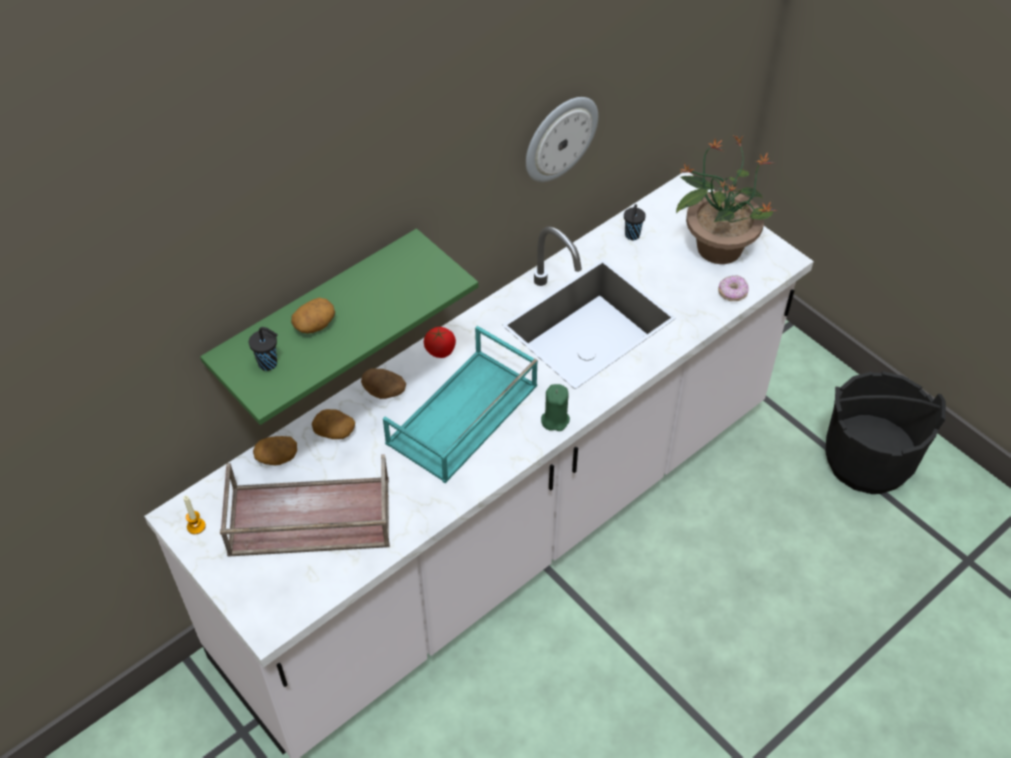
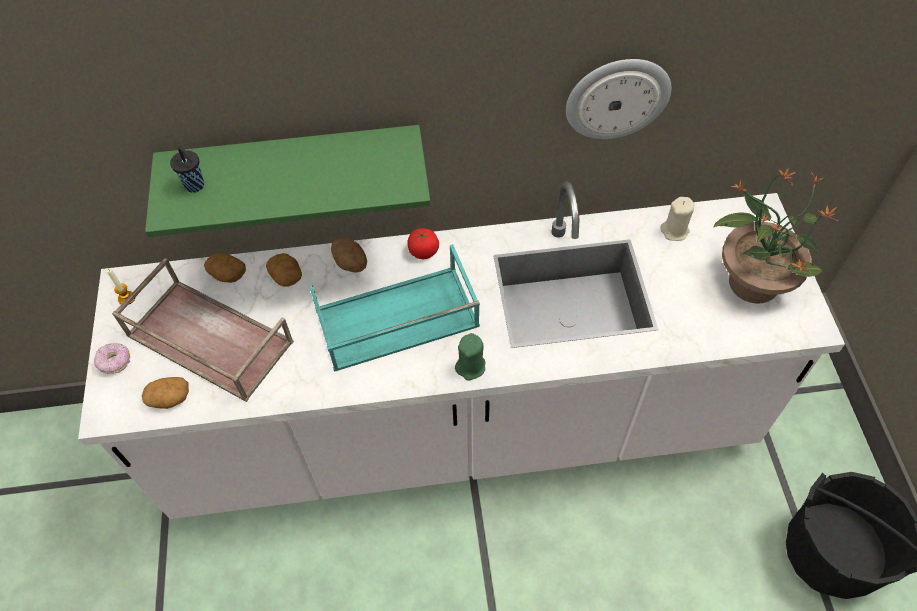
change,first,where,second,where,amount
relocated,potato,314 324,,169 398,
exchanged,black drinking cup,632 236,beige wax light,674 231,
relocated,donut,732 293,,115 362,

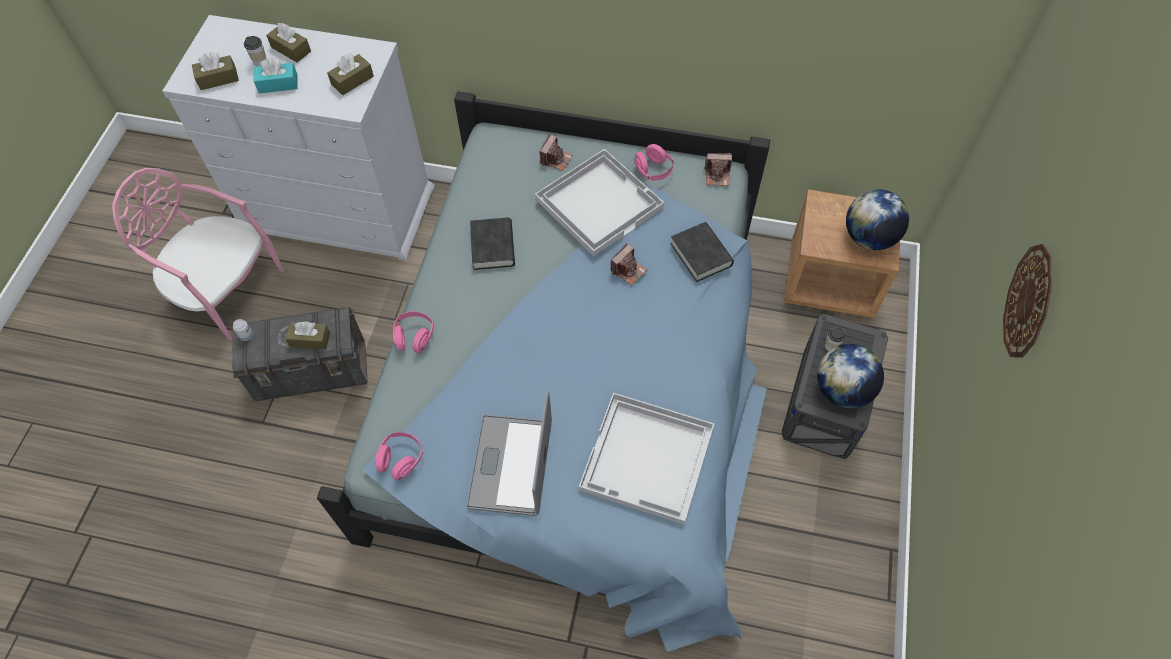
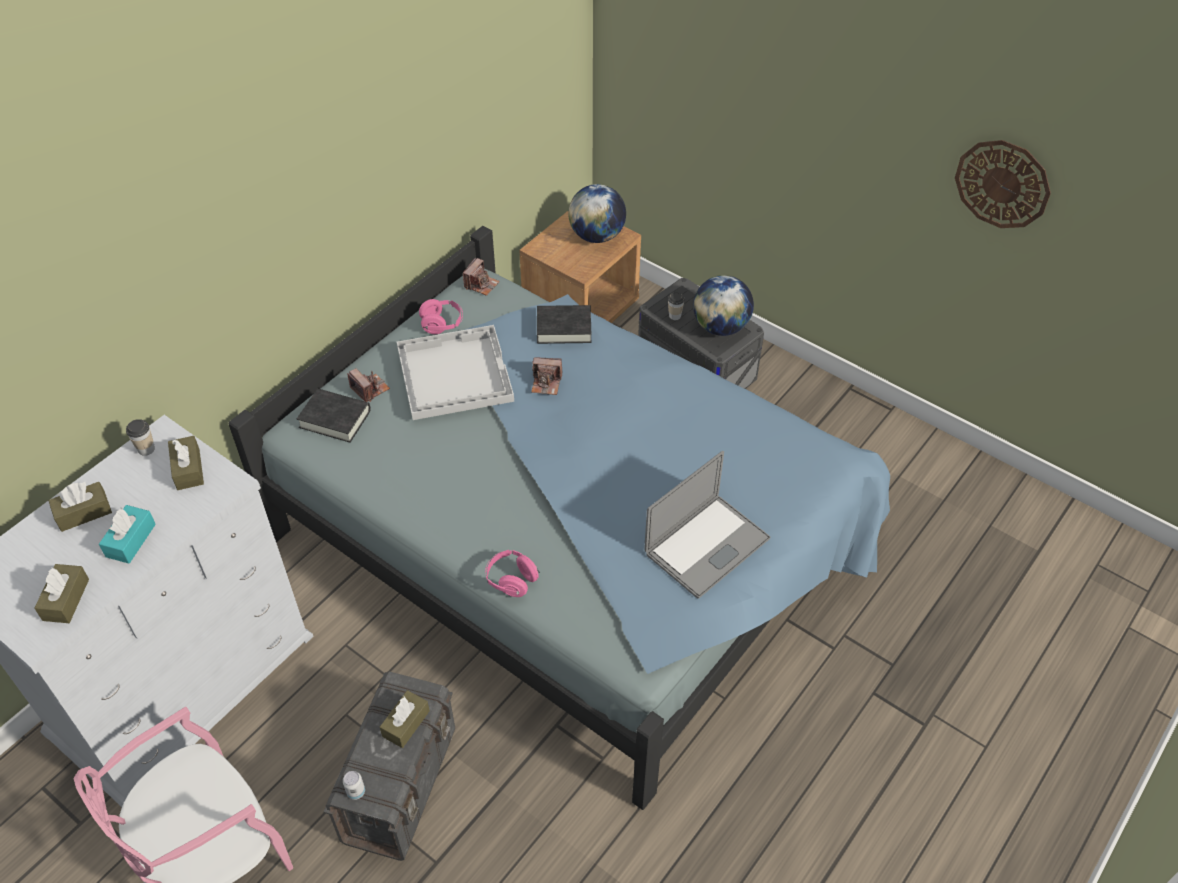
change,first,where,second,where,amount
relocated,drinking cup,260 62,,146 449,
missing,pinkish headset,401 459,,,
spun,portable computer,511 464,,707 546,75 degrees counterclockwise
relocated,black book,493 247,,335 419,
missing,white carrying tray,648 459,,,
spun,photo camera,628 270,,546 383,120 degrees clockwise
relocated,clock on the wall,1029 302,,1002 184,

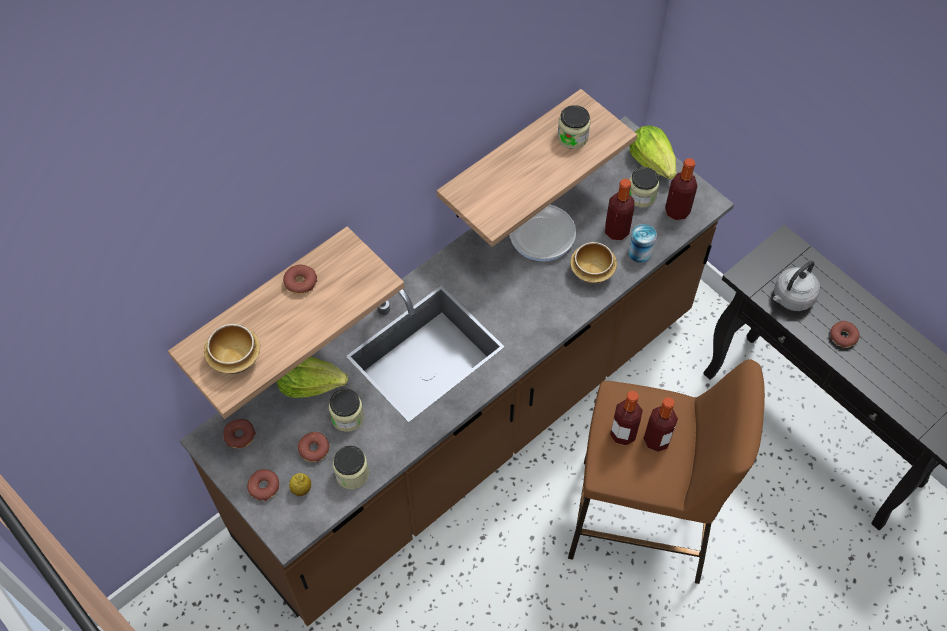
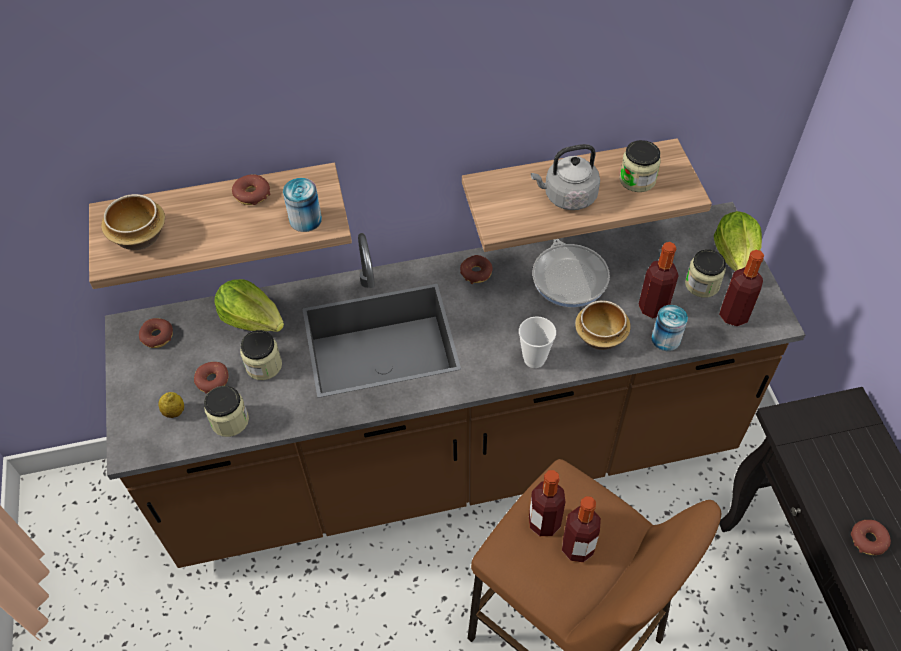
change,first,where,second,where,amount
relocated,donut,264 487,,476 273,
relocated,grey tea kettle,791 298,,567 197,
appeared,,,metal can,305 220,
appeared,,,drinking cup,534 359,

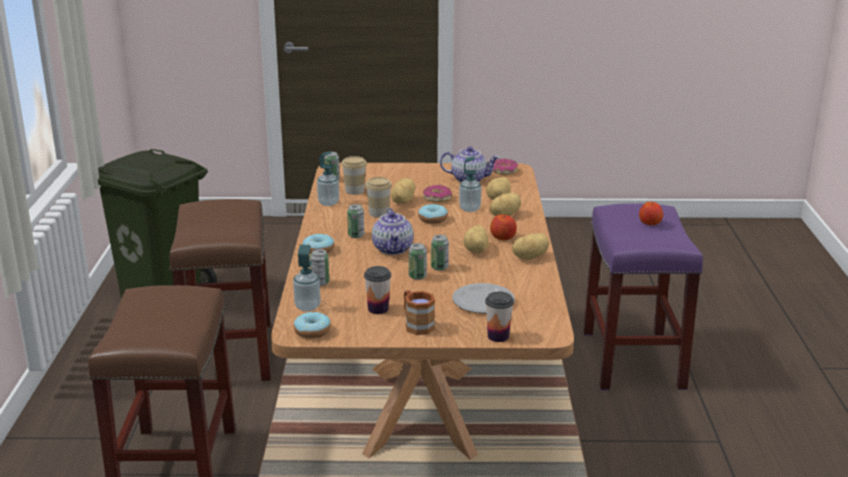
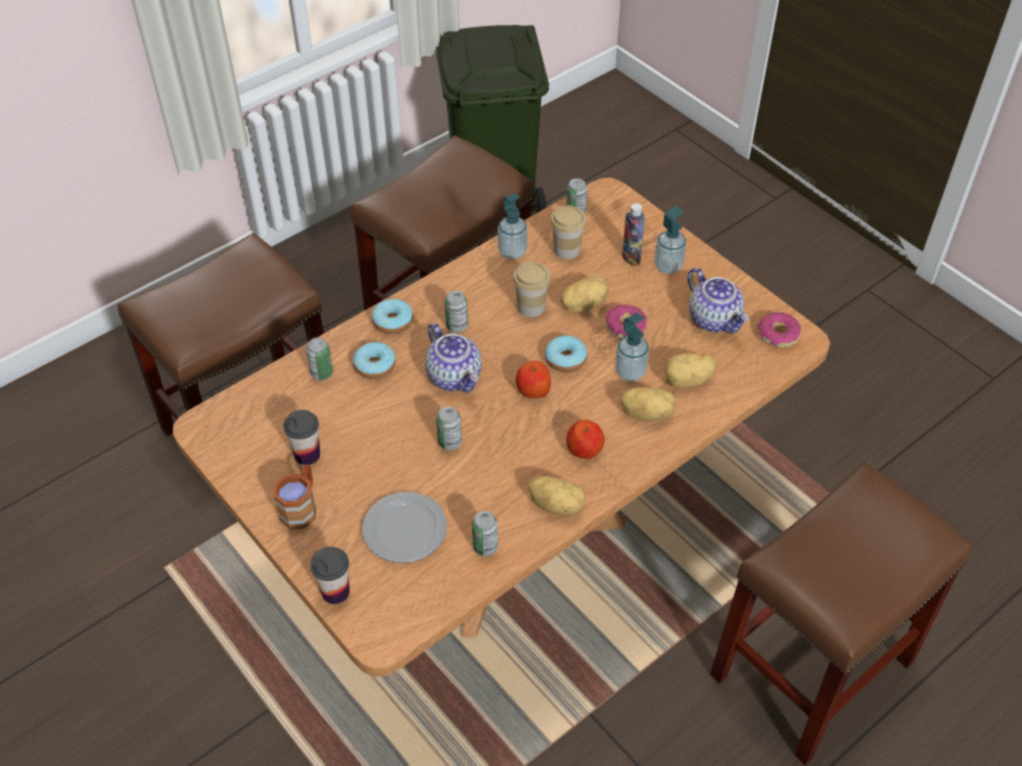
change,first,where,second,where,amount
relocated,liquid soap bottle,307 307,,668 266,
relocated,donut,312 331,,375 366,
spun,teapot,393 249,,455 376,75 degrees counterclockwise
relocated,metal can,417 276,,485 546,
missing,potato,477 250,,,
colour,purple-coloured stool seat,633 360,brownish stool seat,811 670,
relocated,apple,650 223,,533 389,
appeared,,,bottle,631 257,

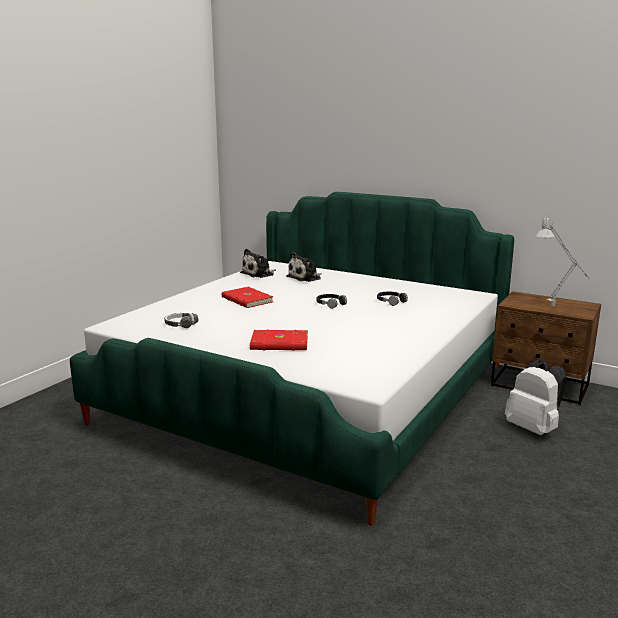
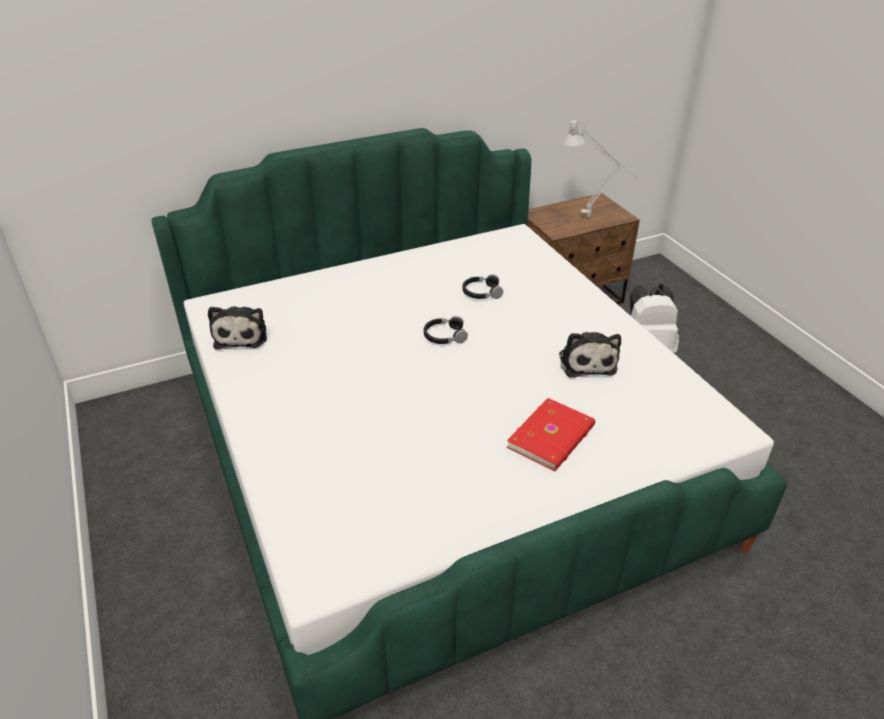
change,first,where,second,where,amount
missing,headset,180 325,,,
missing,red-coloured book,246 300,,,
relocated,soft toy,305 278,,586 361,

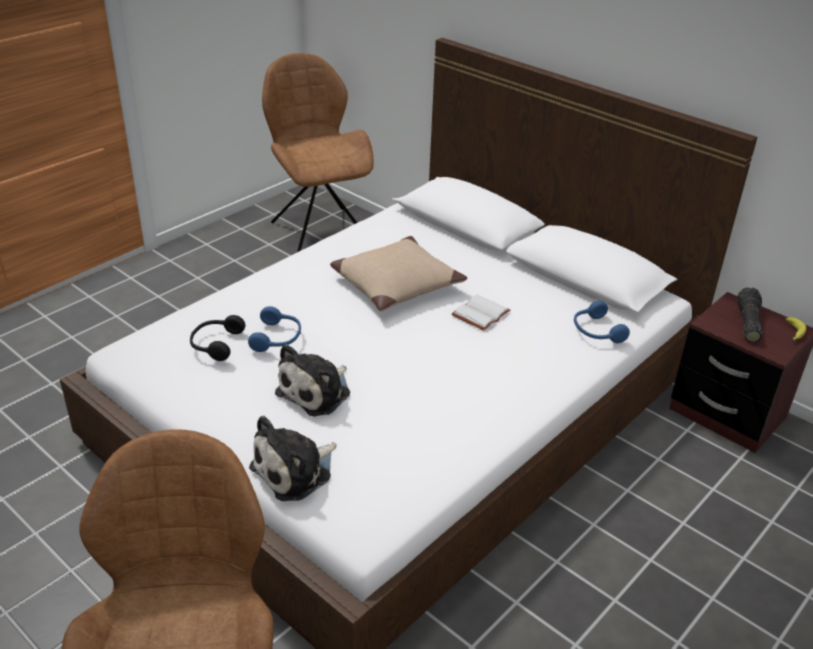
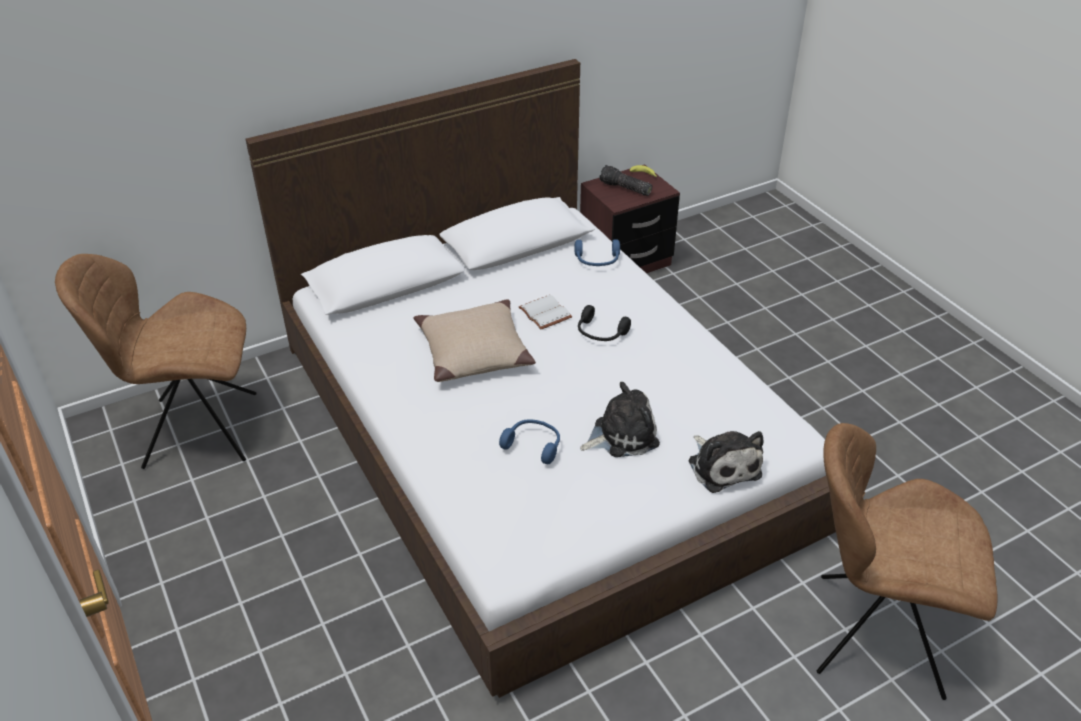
change,first,where,second,where,amount
relocated,black headset,215 344,,600 333,
spun,soft toy,317 392,,621 435,75 degrees counterclockwise

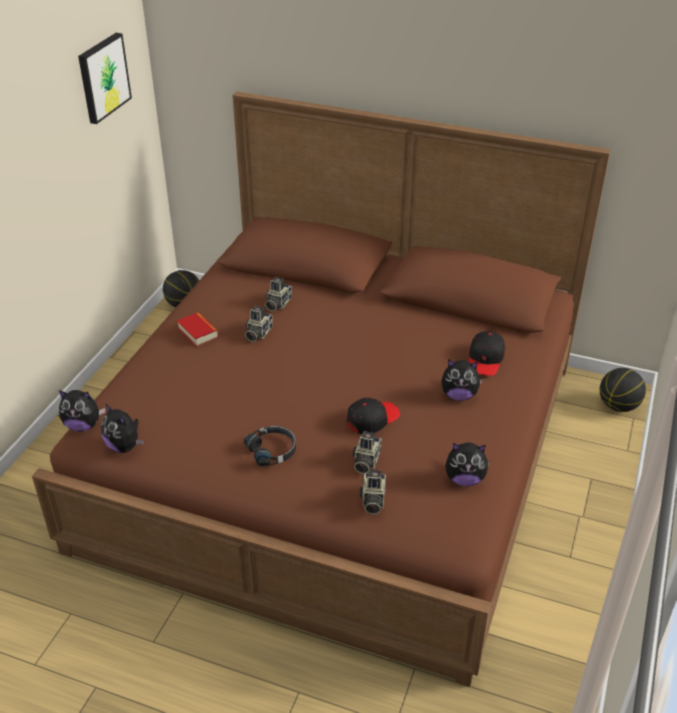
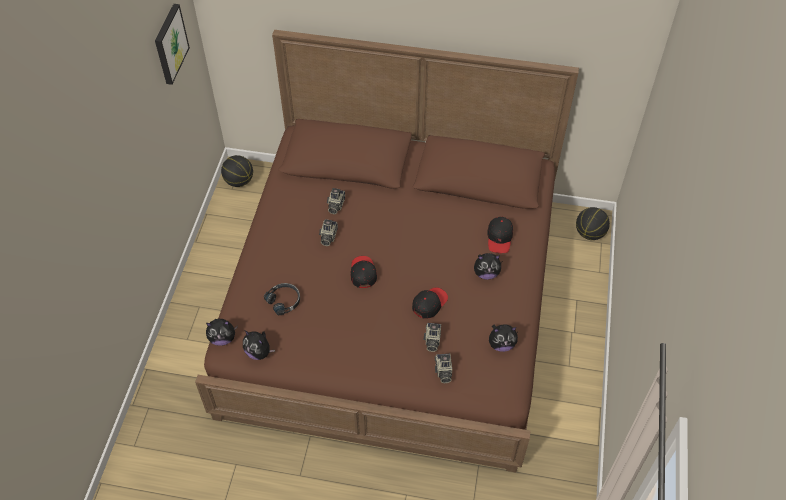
change,first,where,second,where,amount
missing,book,198 333,,,
relocated,black headset,272 450,,284 300,
appeared,,,black cap,363 273,

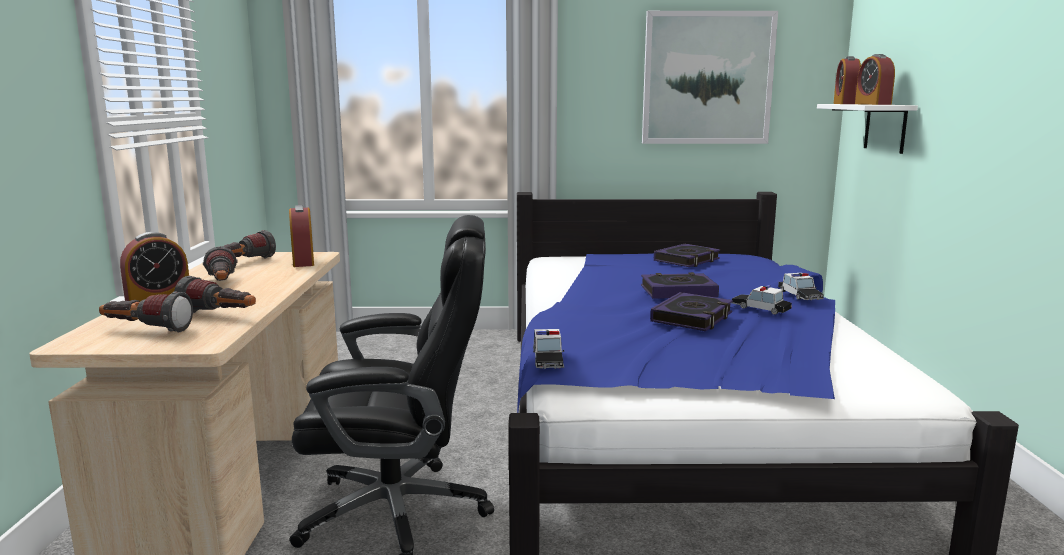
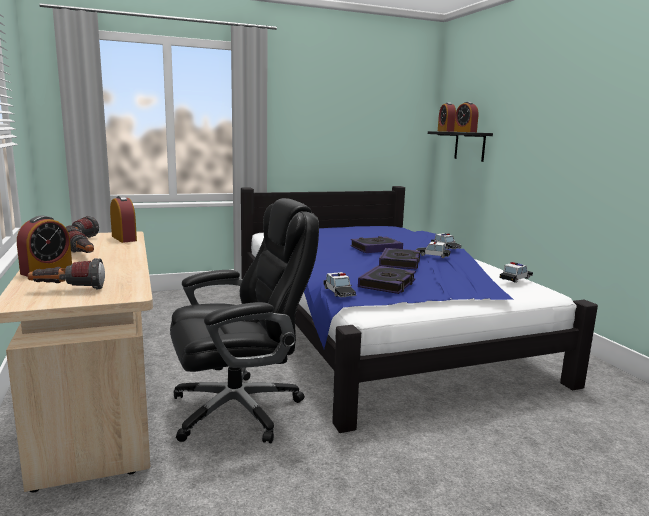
change,first,where,second,where,amount
missing,flashlight,220 316,,,
missing,wall art,707 78,,,
relocated,book,687 260,,387 284,
colour,white shelf,885 127,black shelf,469 146,
appeared,,,miniature car,516 278,

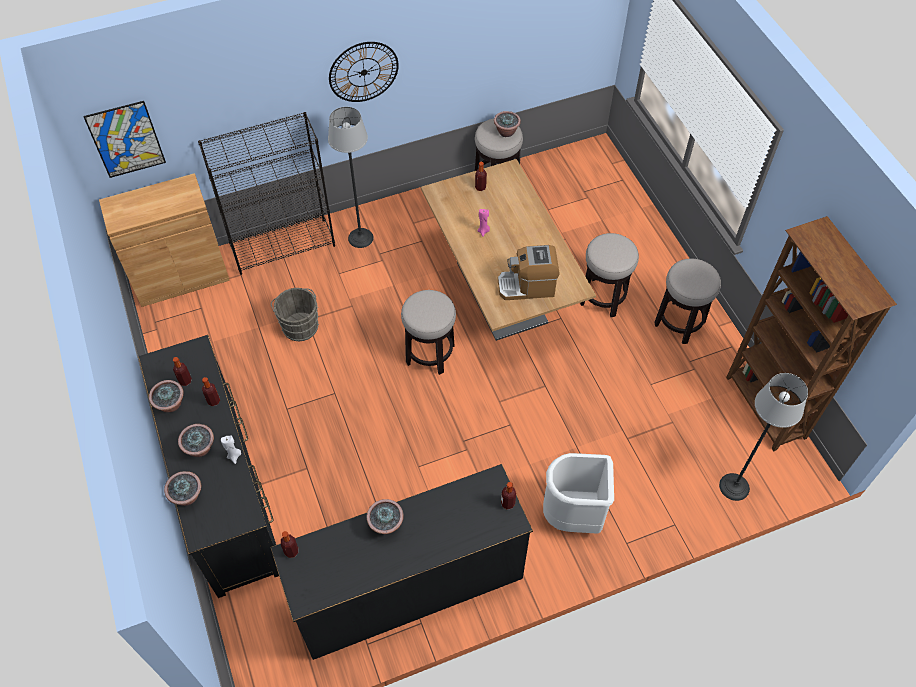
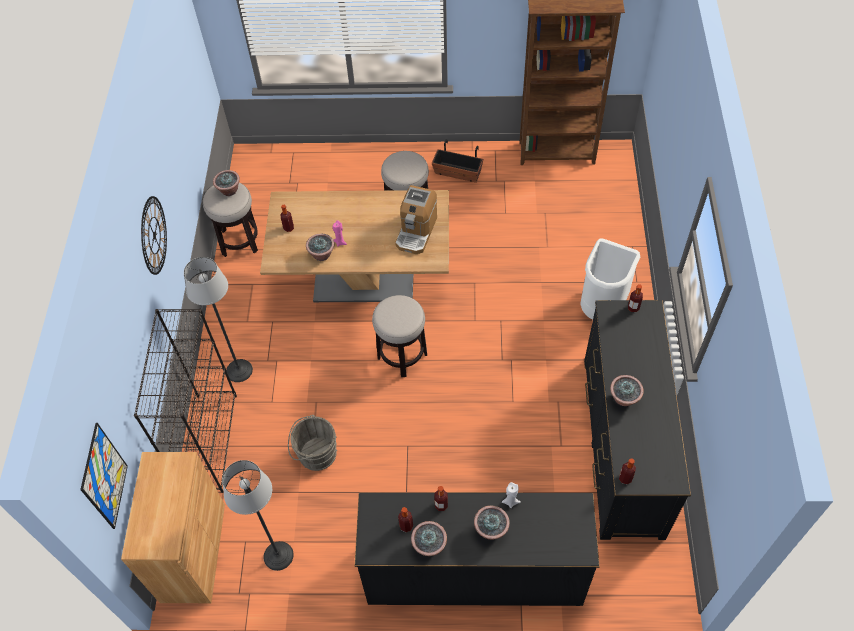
change,first,where,second,where,amount
relocated,houseplant,187 496,,322 254,
exchanged,stool seat,679 323,plant pot,457 173,
relocated,floor lamp,734 487,,278 556,

